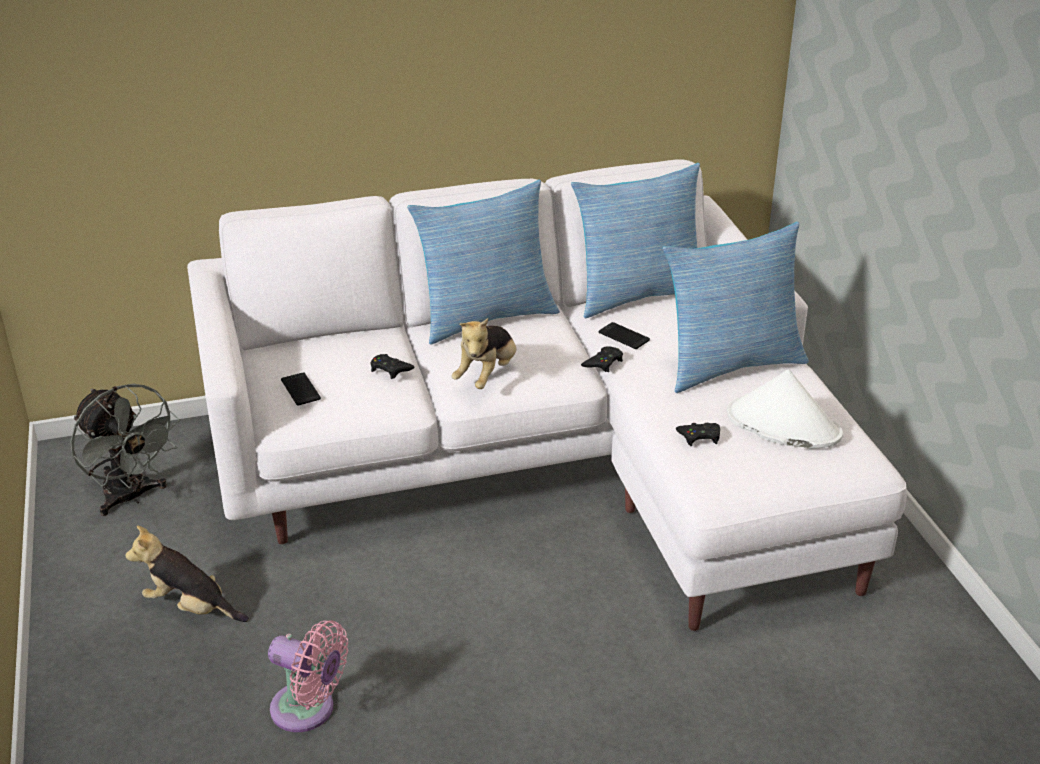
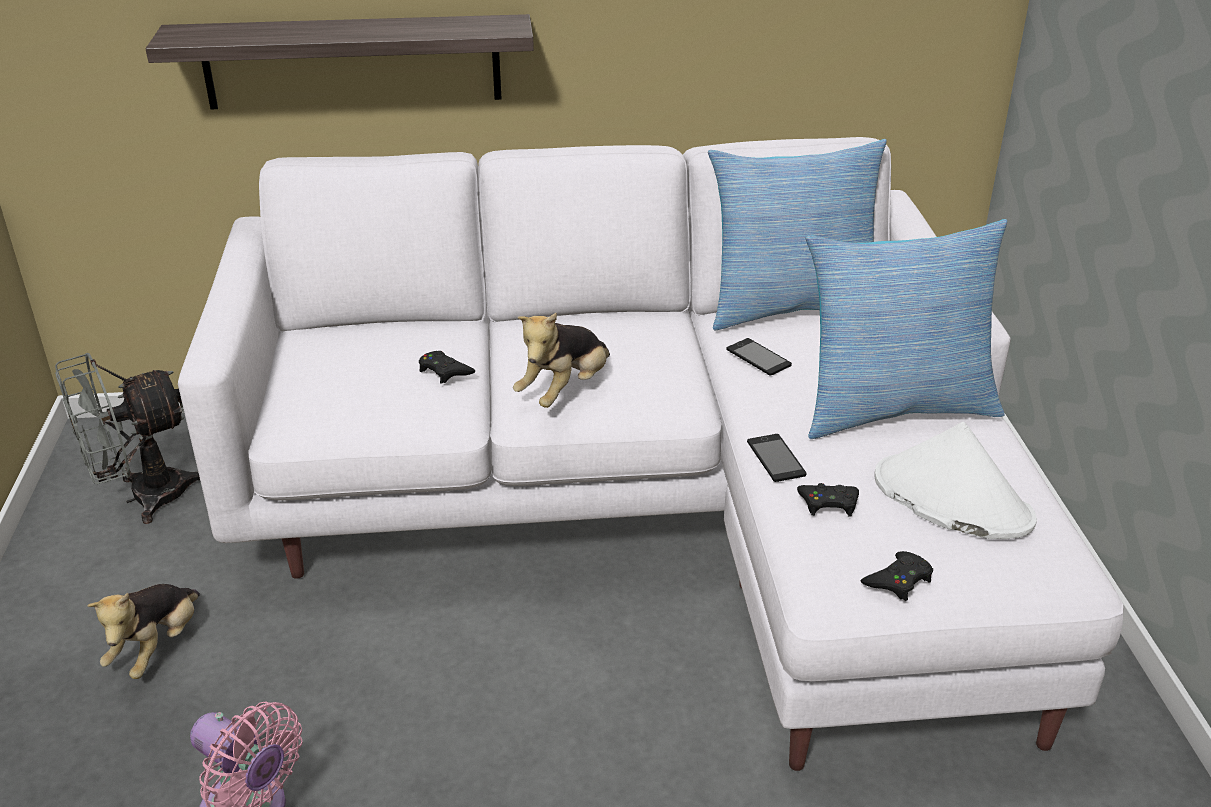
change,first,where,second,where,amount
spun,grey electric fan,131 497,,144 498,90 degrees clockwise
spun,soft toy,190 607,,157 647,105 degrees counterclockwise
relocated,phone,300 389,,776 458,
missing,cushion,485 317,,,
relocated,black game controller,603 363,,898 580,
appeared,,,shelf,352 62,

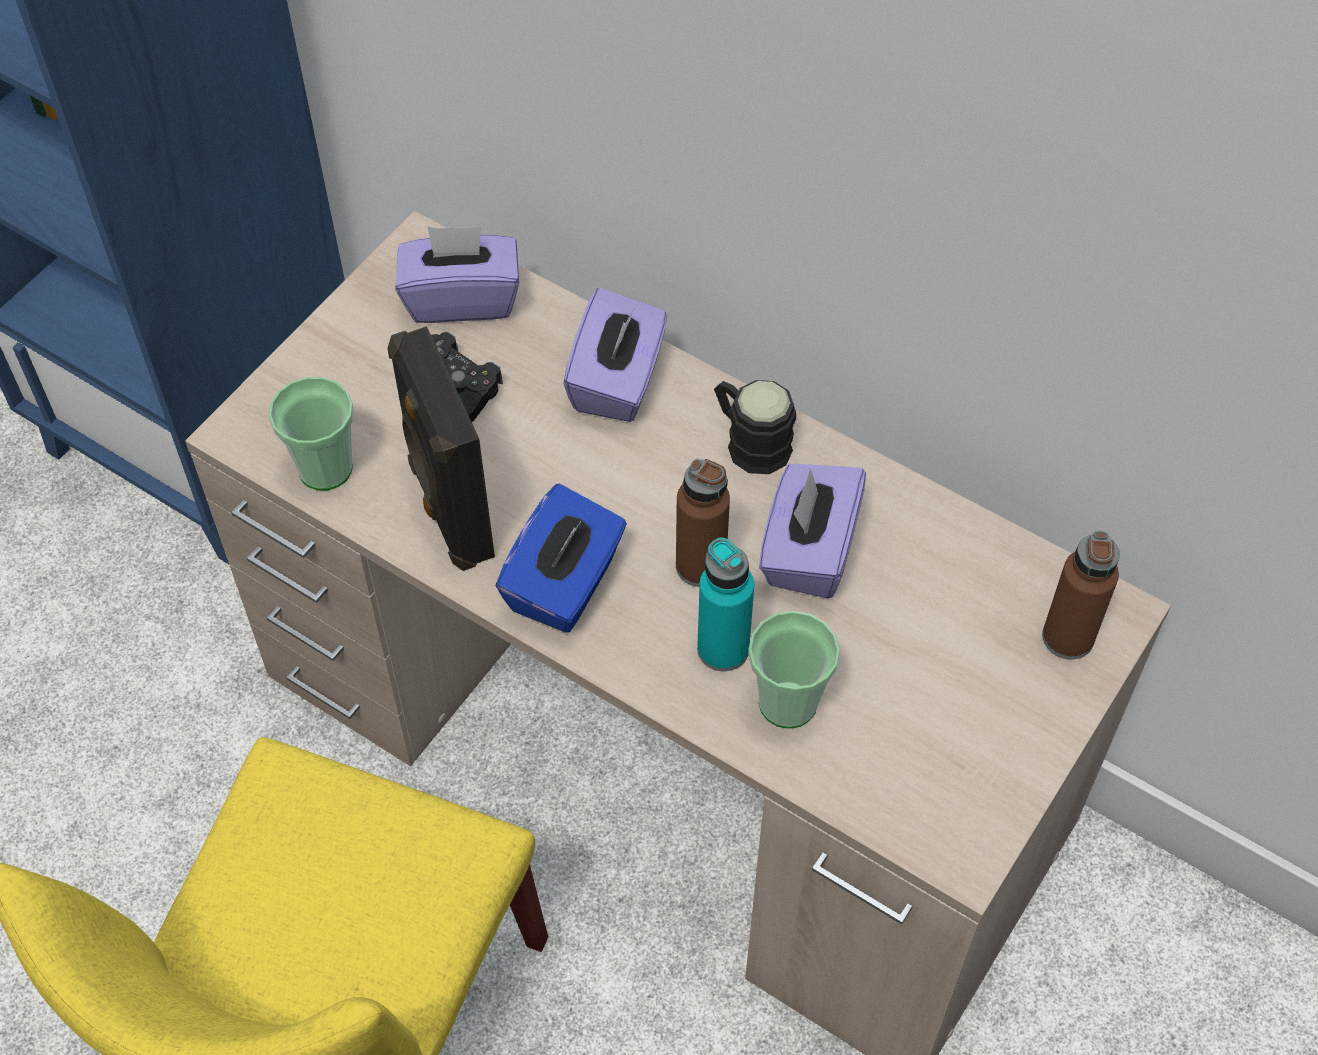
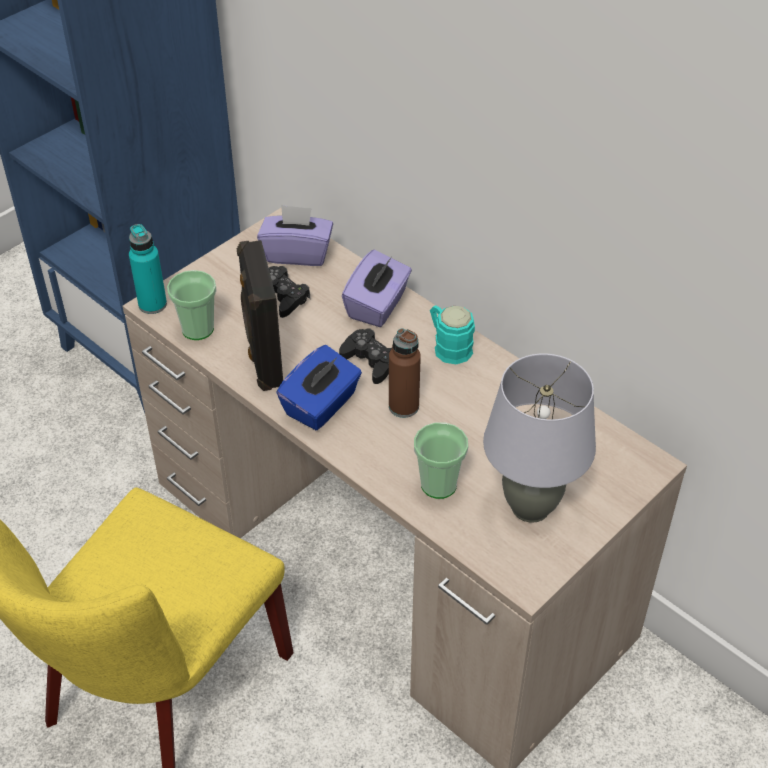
change,first,where,second,where,amount
relocated,turquoise-coloured bottle,723 649,,152 304,
colour,black mug,750 441,turquoise-coloured mug,448 346,
missing,purple-coloured tissue box,808 551,,,
missing,brownish bottle,1068 637,,,
appeared,,,black game controller,371 361,
appeared,,,grey tabletop lamp,530 508,

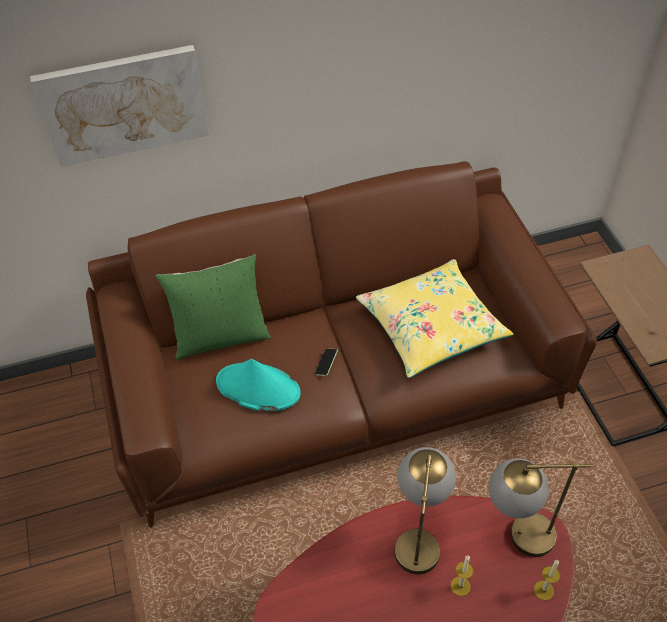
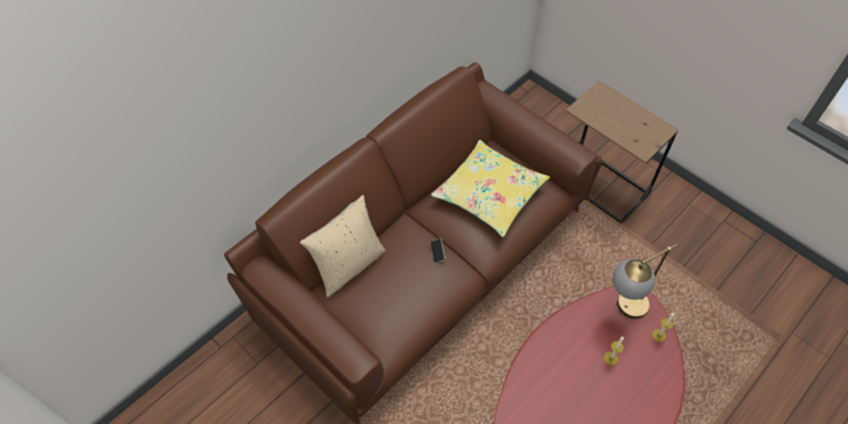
change,first,where,second,where,amount
missing,wall art,124 104,,,
colour,green-coloured cushion,221 336,beige cushion,348 265,
missing,turquoise-coloured hat,257 388,,,
missing,tabletop lamp,418 536,,,

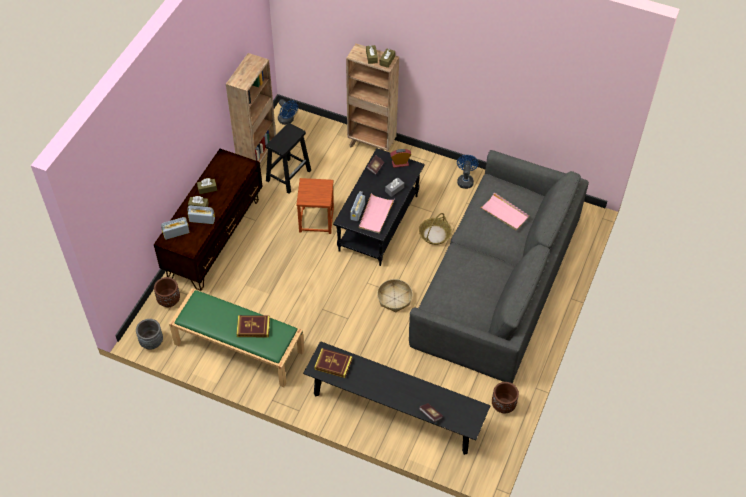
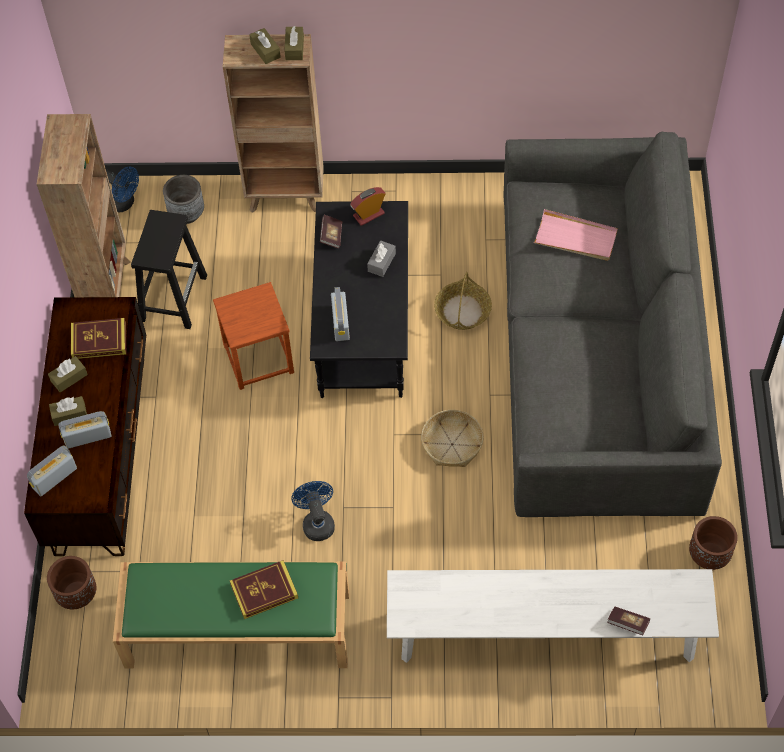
change,first,where,second,where,amount
relocated,grey plant pot,152 342,,187 213,
colour,black bench,394 411,white bench,546 635,
relocated,book,333 364,,99 340,
missing,pinkish carrying tray,376 215,,,
relocated,blue electric fan,465 180,,317 522,

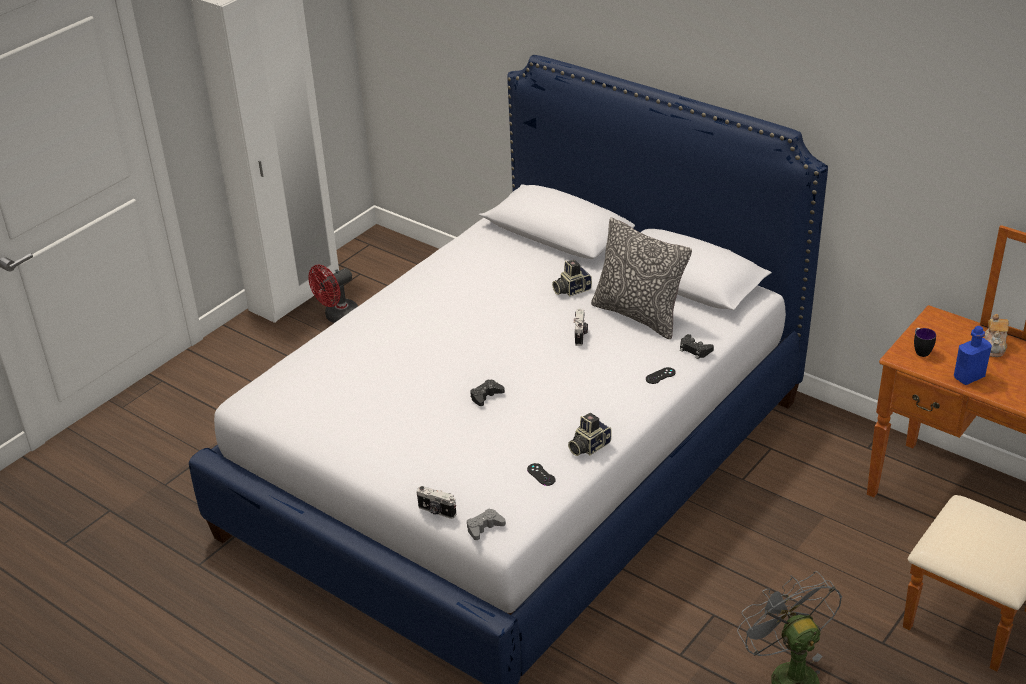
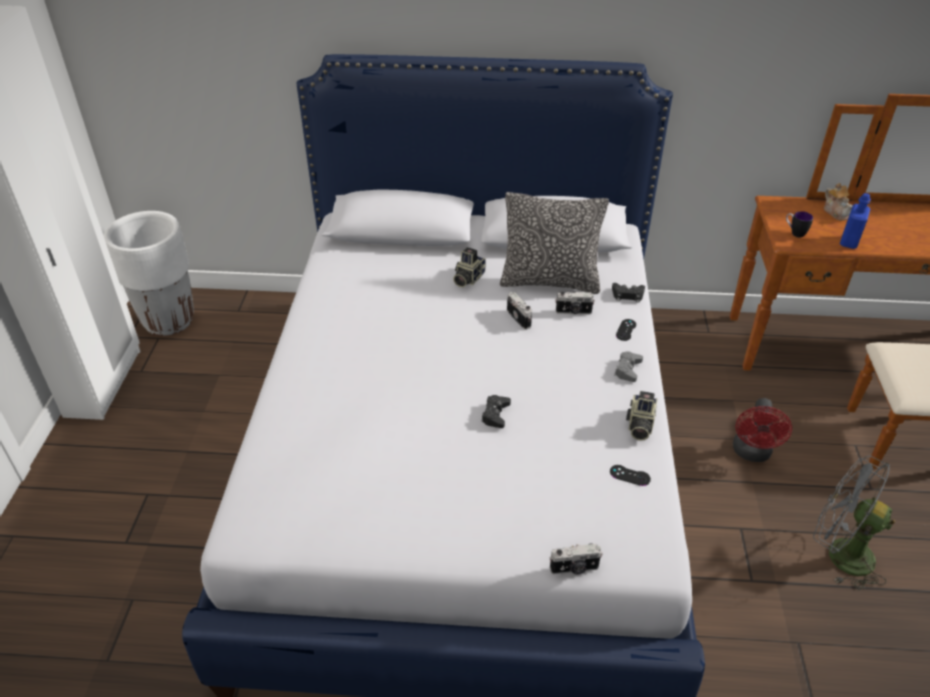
change,first,where,second,where,amount
relocated,red-coloured electric fan,337 317,,752 453,
relocated,grey game controller,484 527,,628 370,
appeared,,,white plant pot,168 321,
appeared,,,photo camera,573 312,

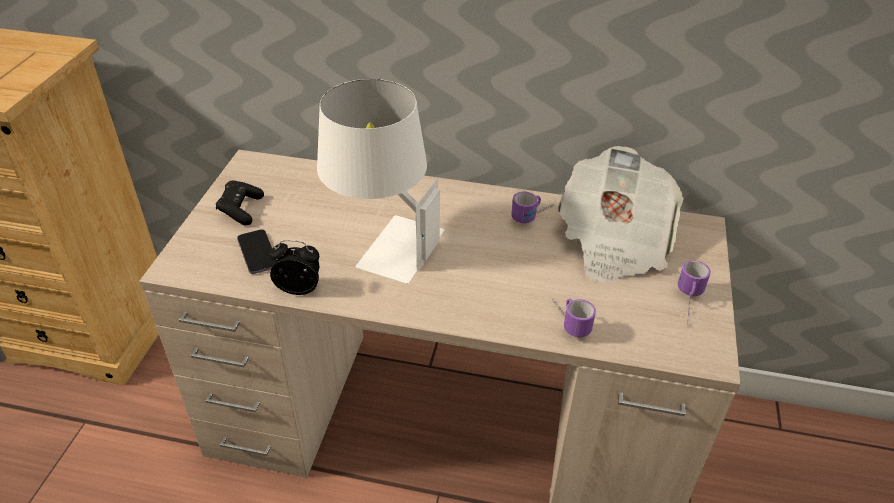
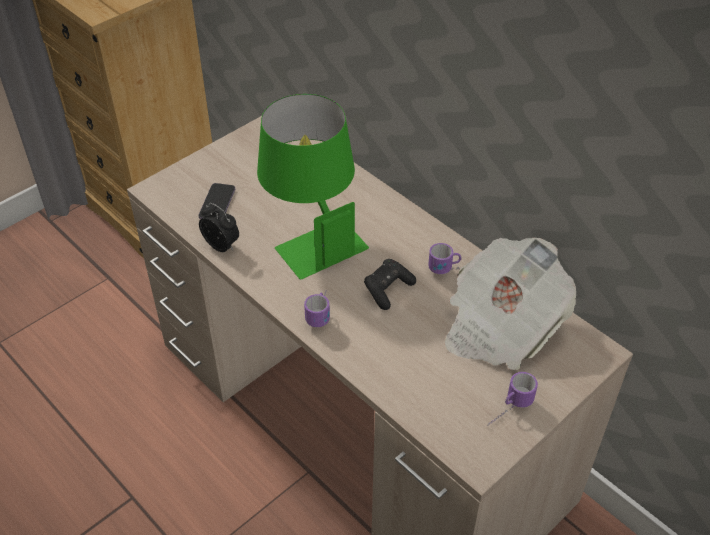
change,first,where,second,where,amount
relocated,black game controller,240 210,,387 289,
colour,white tabletop lamp,382 243,green-coloured tabletop lamp,312 237,
relocated,mug,568 321,,321 312,

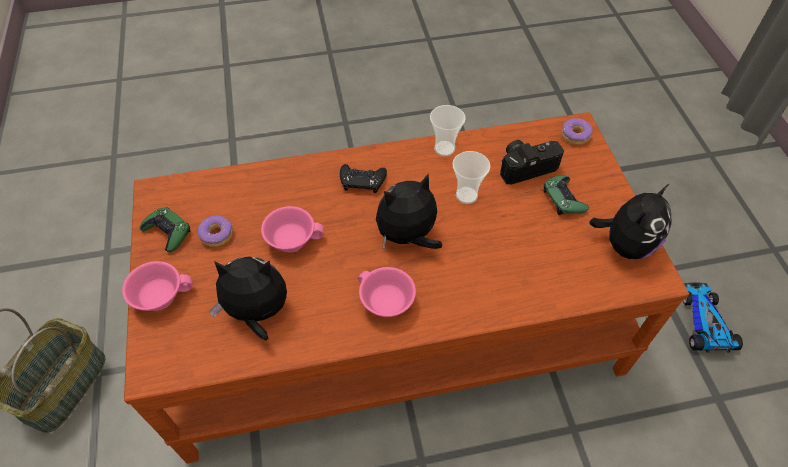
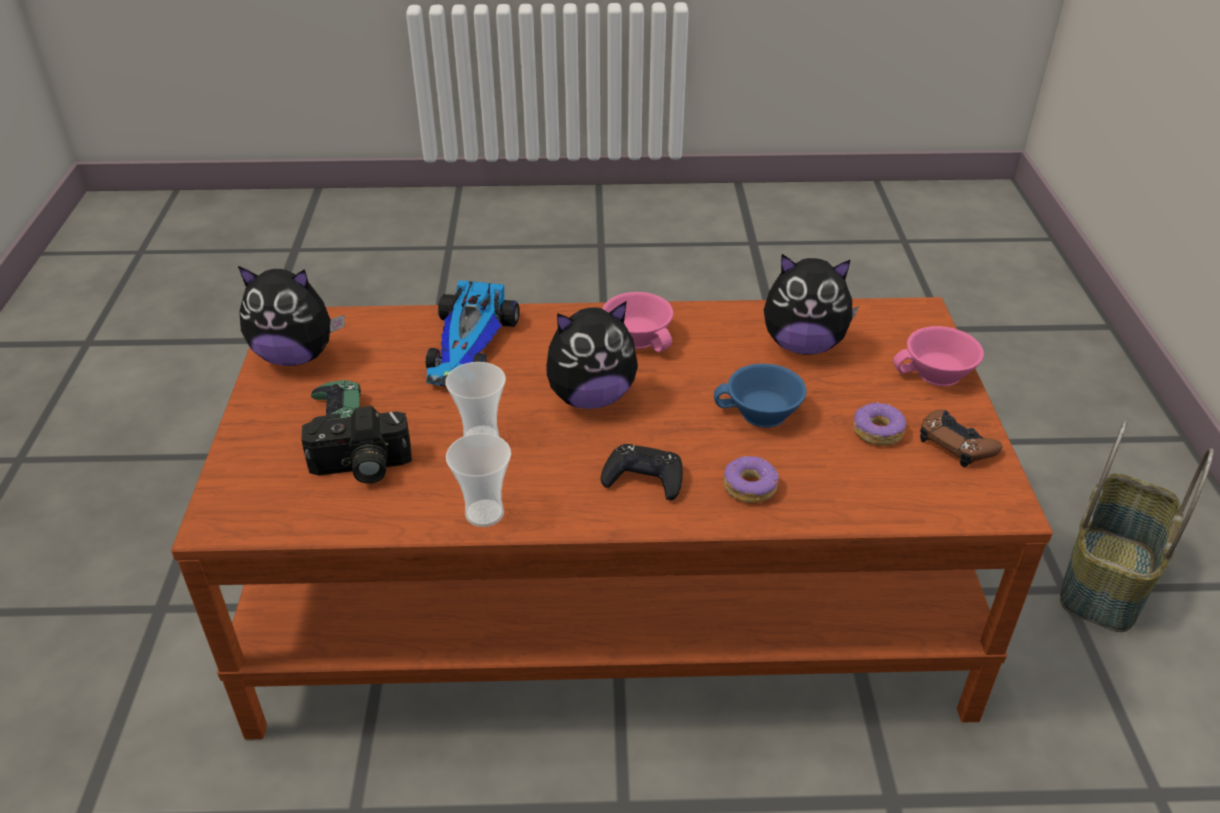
change,first,where,second,where,amount
colour,green-coloured game controller,168 232,brownish game controller,956 444,
colour,pinkish drinking cup,292 238,blue drinking cup,761 415,
relocated,donut,575 135,,749 486,
spun,soft toy,625 244,,296 356,135 degrees counterclockwise
relocated,miniature car,704 322,,469 346,

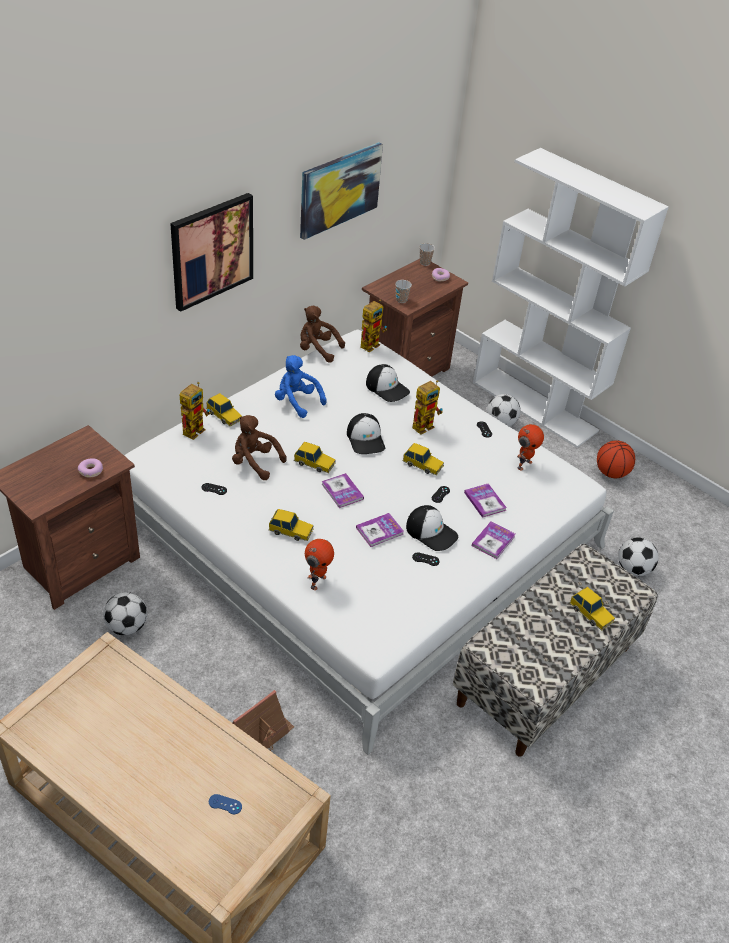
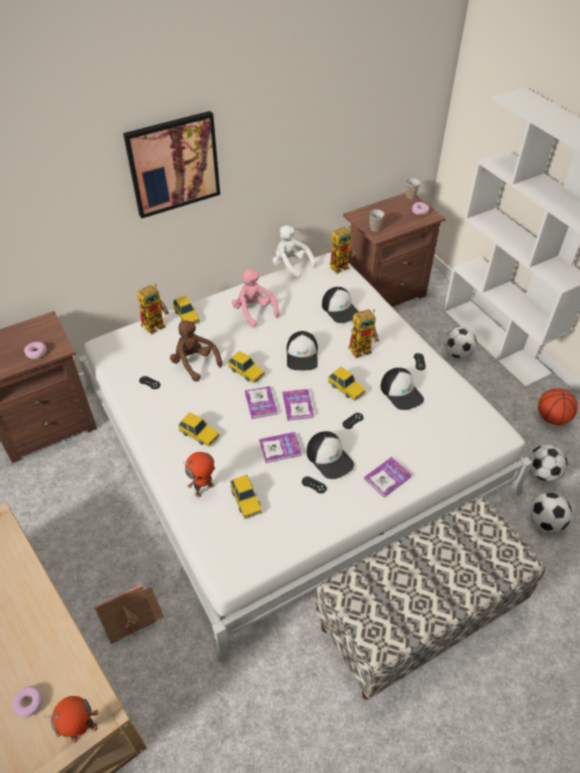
change,first,where,second,where,amount
relocated,ball for football,127 627,,542 473,
exchanged,blue game controller,225 804,donut,29 703,
colour,blue soft toy,297 401,pinkish soft toy,254 311,
missing,wall art,339 189,,,
colour,brownish soft toy,317 349,white soft toy,291 266,
relocated,book,485 501,,298 405,
relocated,model robot,523 464,,83 730,
relocated,miniature car,591 613,,246 500,
appeared,,,cap,401 392,

